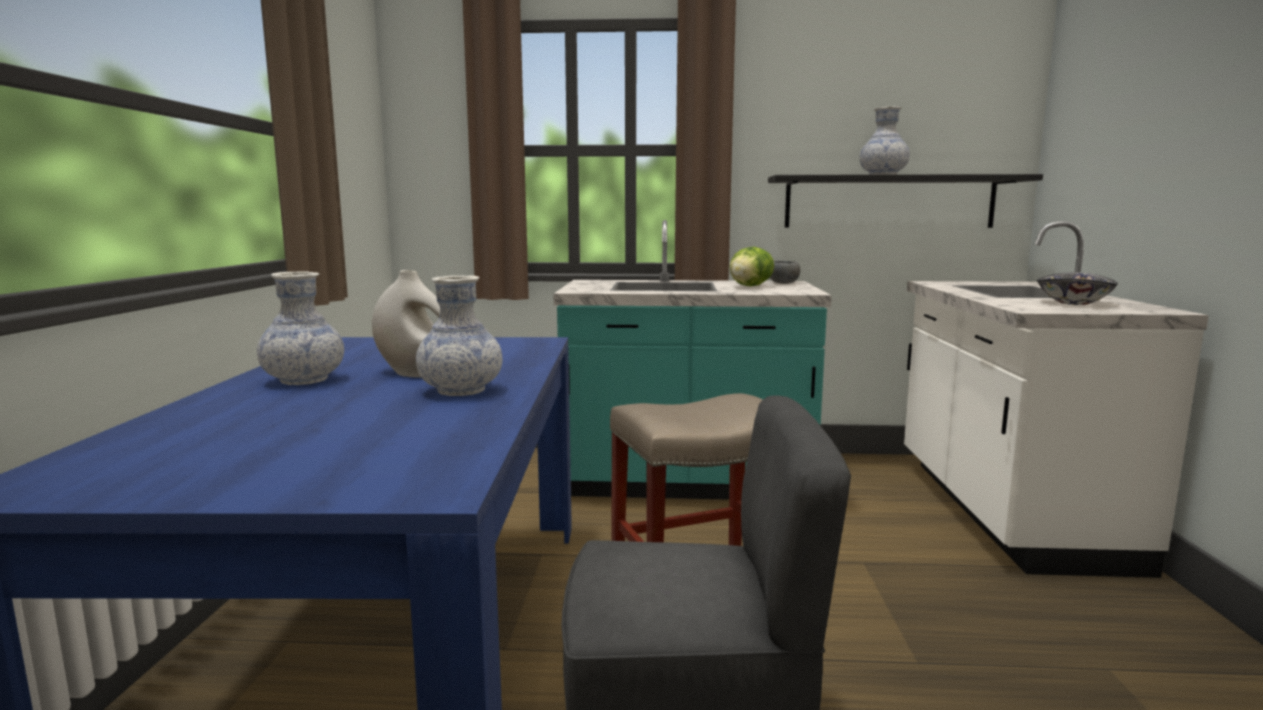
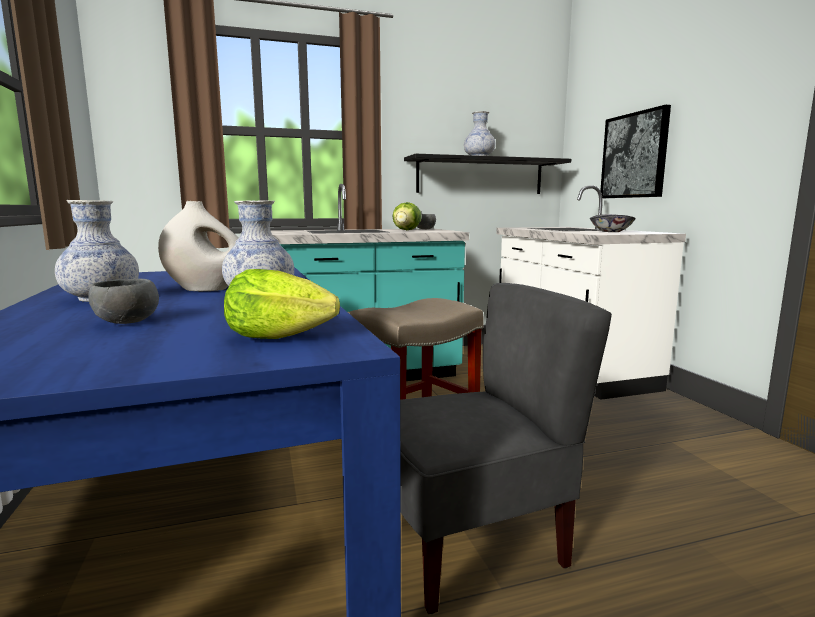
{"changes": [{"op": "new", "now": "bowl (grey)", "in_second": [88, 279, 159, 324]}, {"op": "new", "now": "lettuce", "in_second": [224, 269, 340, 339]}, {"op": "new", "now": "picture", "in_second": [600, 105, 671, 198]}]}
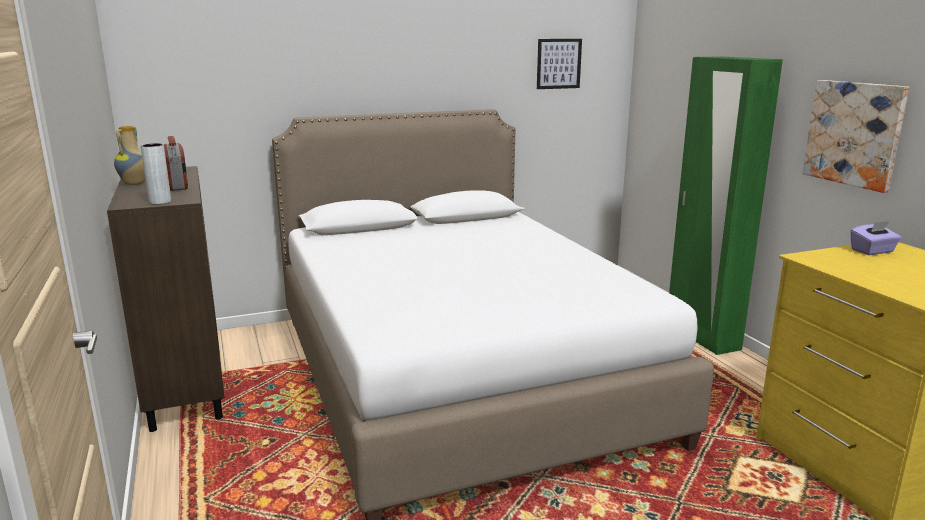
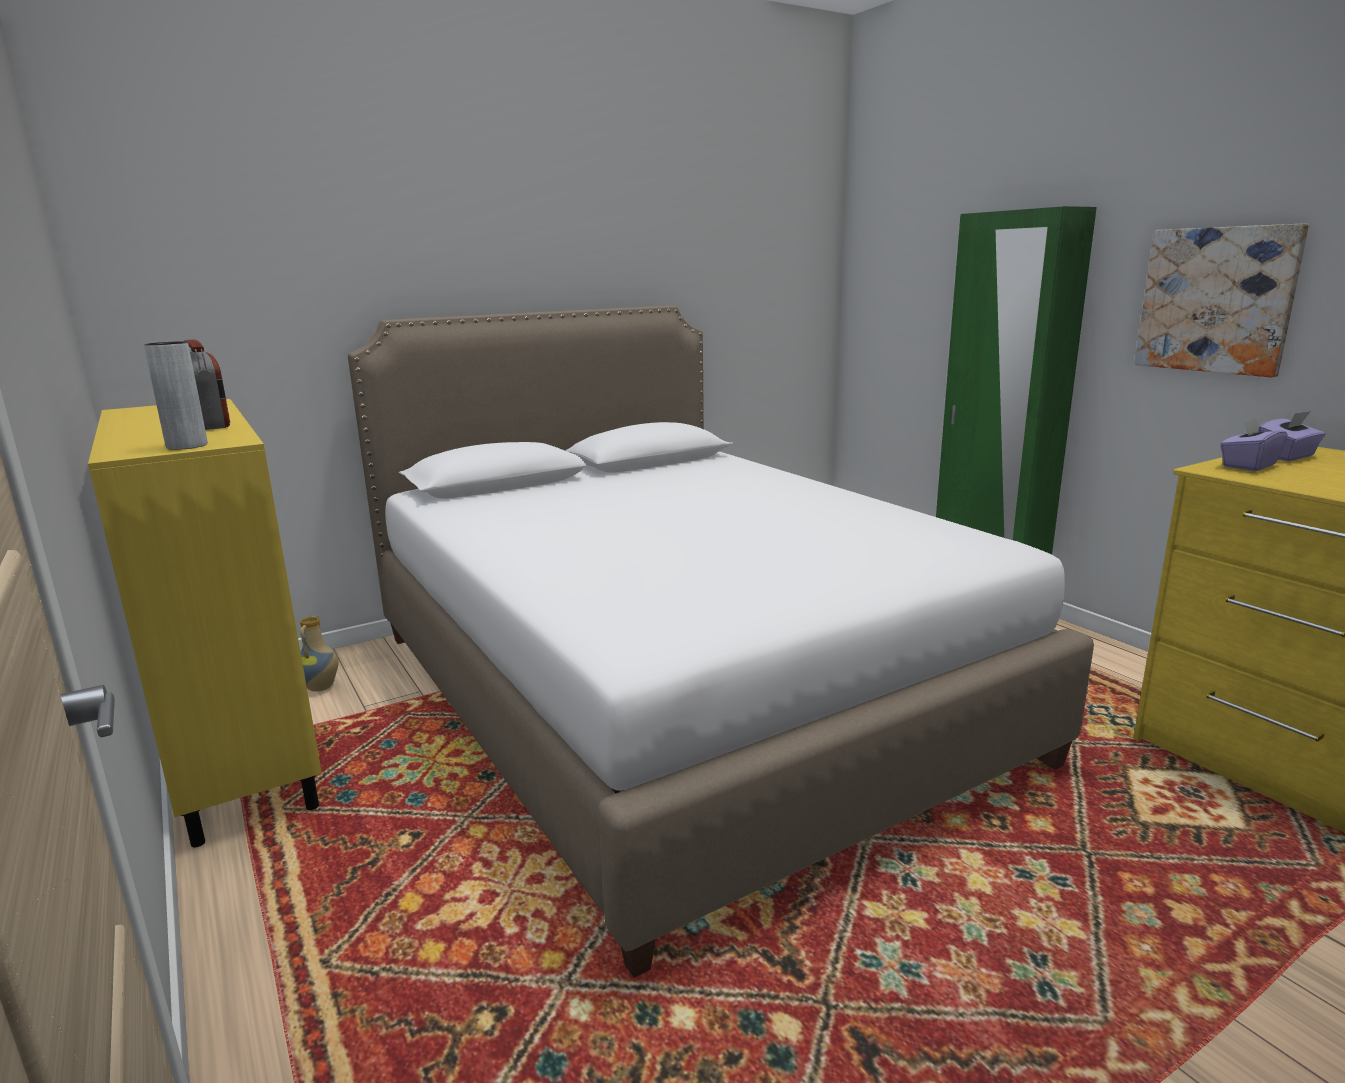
{"changes": [{"op": "gone", "was": "picture", "in_first": [537, 39, 582, 89]}, {"op": "new", "now": "tissue box (purple)", "in_second": [1220, 416, 1288, 471]}, {"op": "shifted", "was": "vase", "in_first": [114, 126, 145, 185], "in_second": [300, 615, 338, 692]}, {"op": "repainted", "was": "cabinet (brown)", "now": "cabinet (yellow)", "in_first": [107, 166, 225, 432], "in_second": [88, 399, 322, 848]}]}
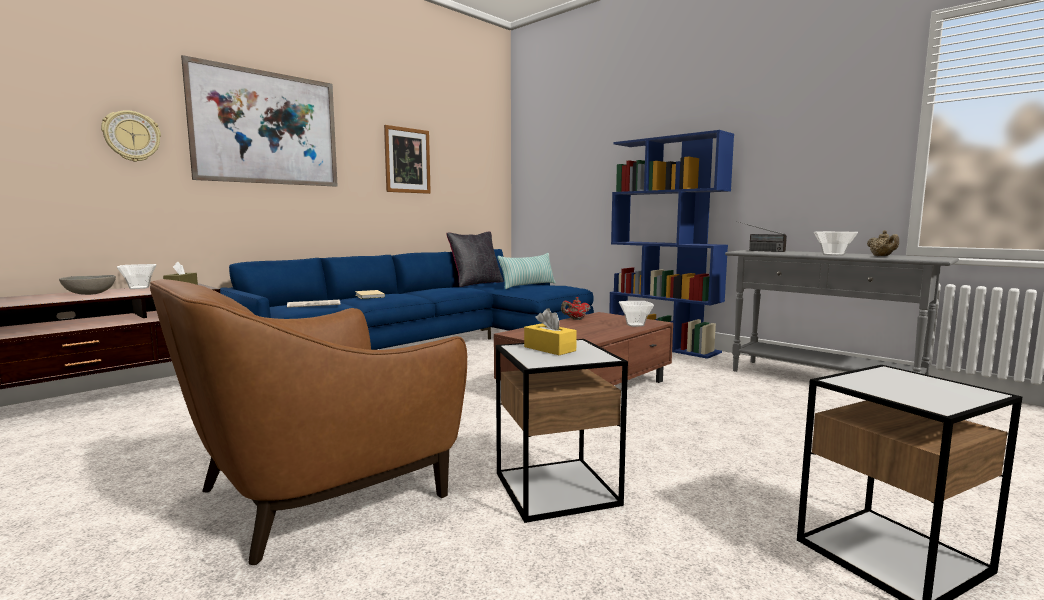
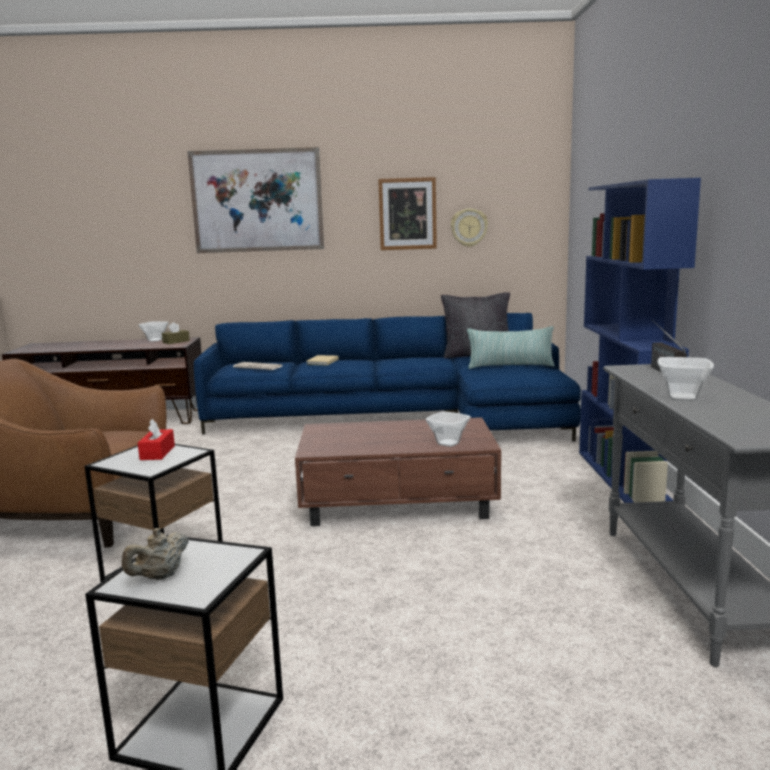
{"changes": [{"op": "gone", "was": "bowl (grey)", "in_first": [59, 275, 116, 295]}, {"op": "gone", "was": "teapot (red)", "in_first": [561, 297, 590, 320]}, {"op": "shifted", "was": "wall clock", "in_first": [101, 110, 161, 162], "in_second": [451, 208, 488, 247]}, {"op": "shifted", "was": "teapot (beige)", "in_first": [867, 230, 899, 256], "in_second": [122, 528, 189, 580]}, {"op": "repainted", "was": "tissue box (yellow)", "now": "tissue box (red)", "in_first": [524, 308, 577, 355], "in_second": [138, 419, 175, 460]}]}
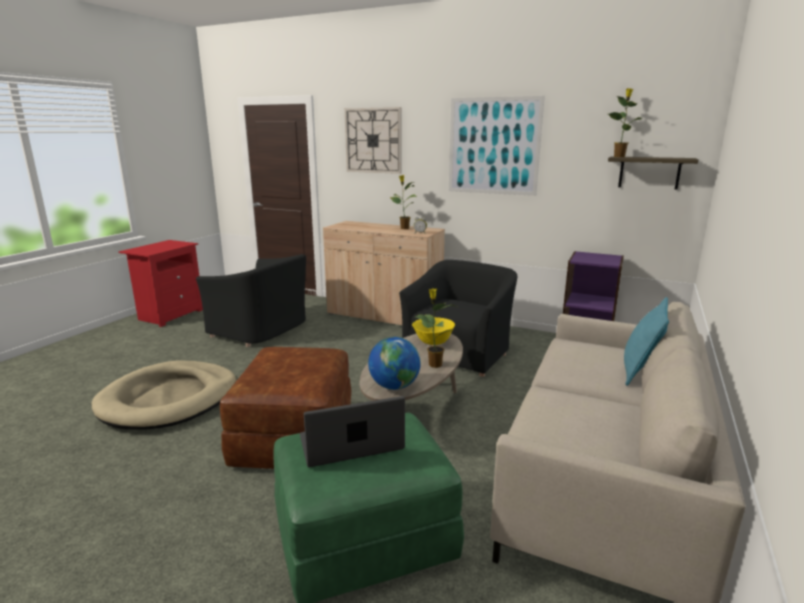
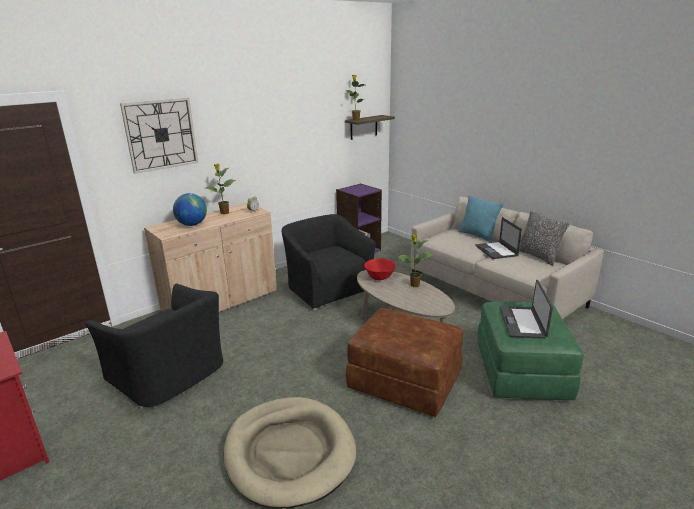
{"changes": [{"op": "gone", "was": "picture", "in_first": [449, 96, 545, 196]}, {"op": "new", "now": "laptop", "in_second": [476, 217, 522, 259]}, {"op": "new", "now": "pillow", "in_second": [519, 211, 569, 266]}, {"op": "shifted", "was": "globe", "in_first": [368, 337, 421, 390], "in_second": [173, 193, 207, 226]}, {"op": "repainted", "was": "bowl (yellow)", "now": "bowl (red)", "in_first": [412, 317, 455, 345], "in_second": [364, 258, 396, 280]}, {"op": "rotated", "was": "armchair (black)", "in_first": [196, 254, 306, 347], "in_second": [86, 284, 223, 409], "clockwise": 75}]}
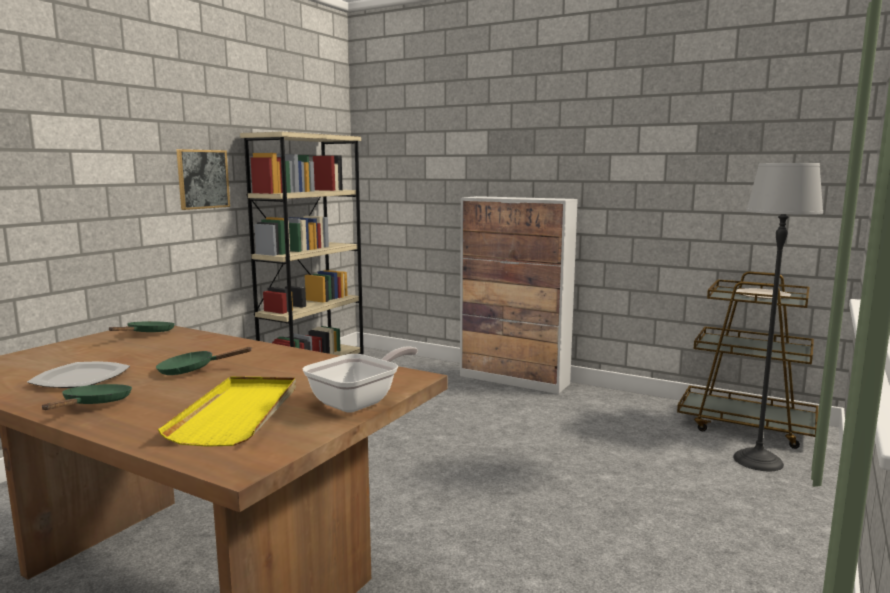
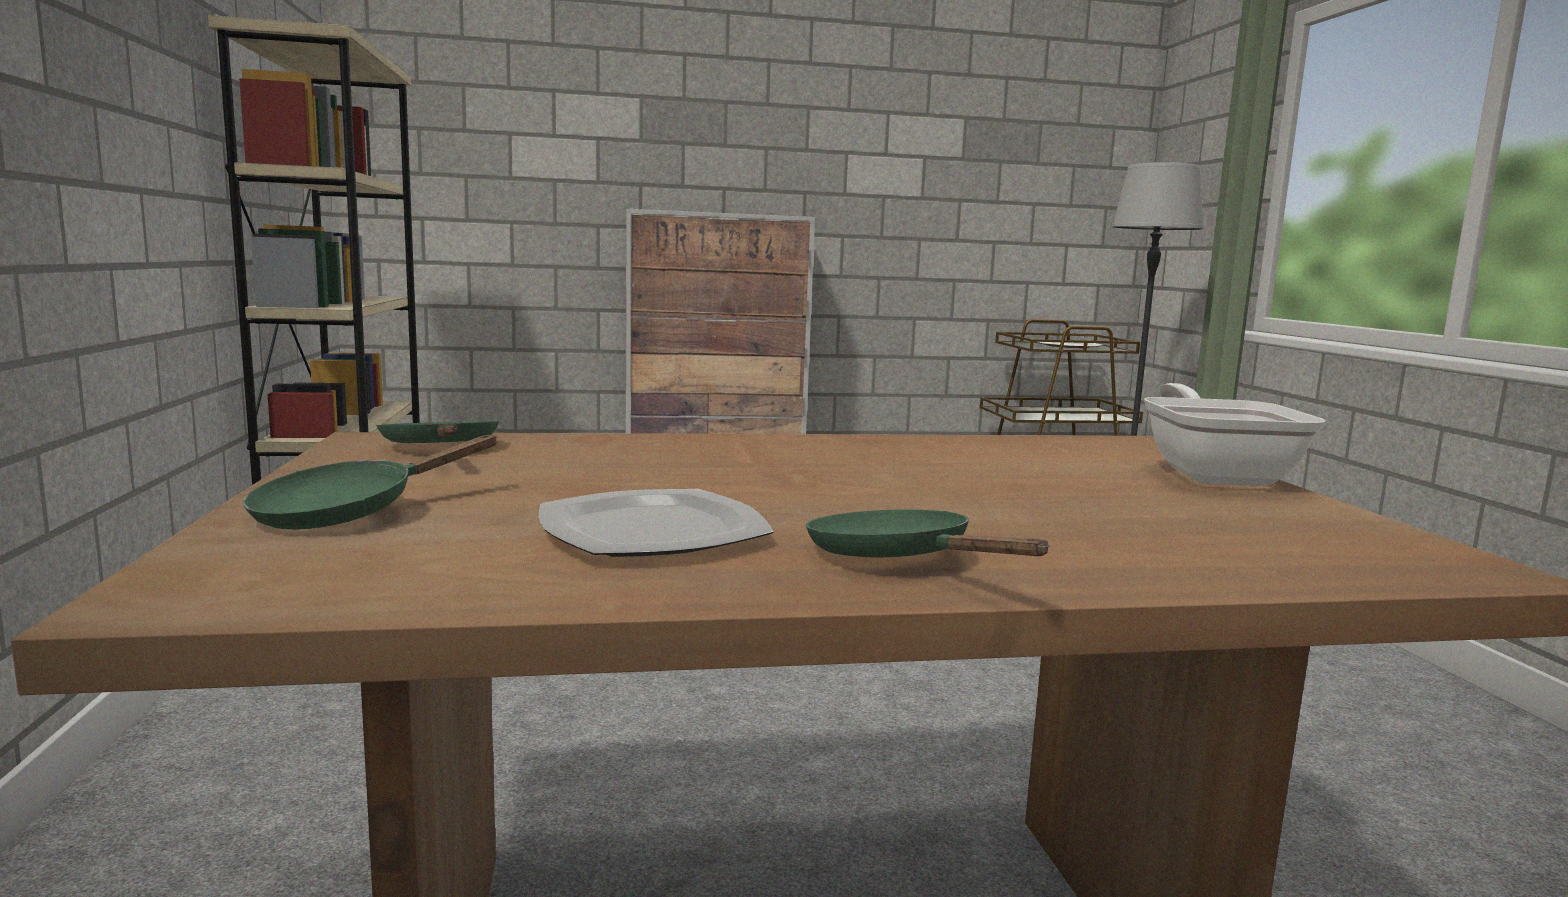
{"changes": [{"op": "gone", "was": "tray (yellow)", "in_first": [158, 376, 296, 447]}, {"op": "gone", "was": "picture", "in_first": [176, 149, 230, 210]}, {"op": "shifted", "was": "frying pan (green)", "in_first": [156, 347, 252, 375], "in_second": [243, 435, 498, 530]}]}
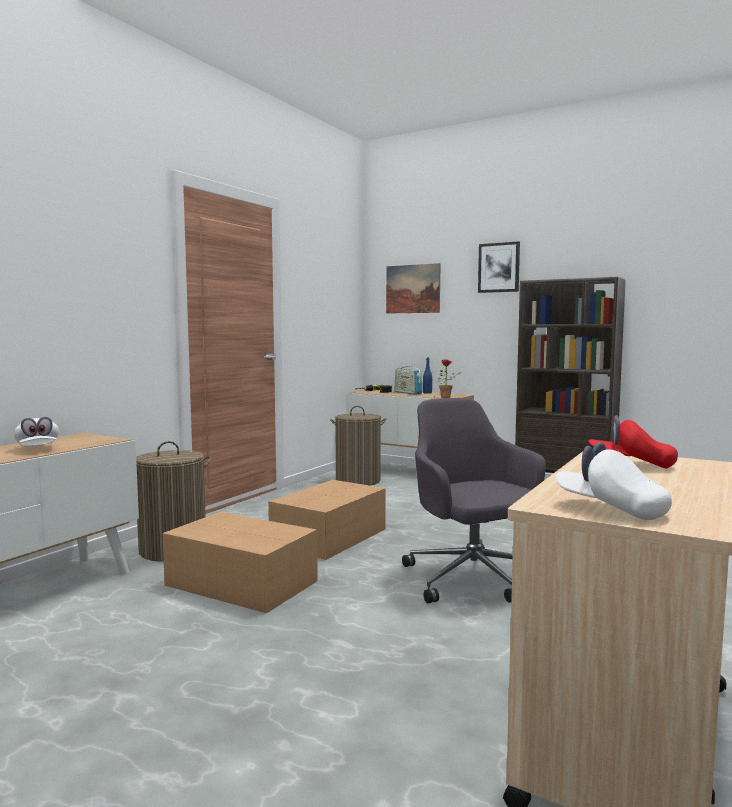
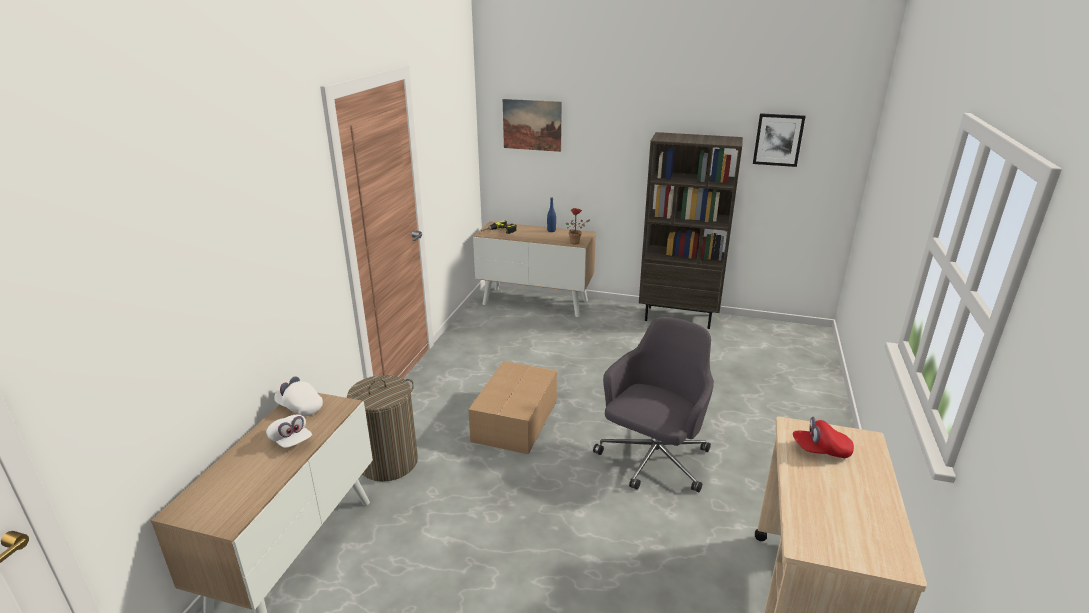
{"changes": [{"op": "gone", "was": "cardboard box", "in_first": [163, 512, 318, 613]}, {"op": "gone", "was": "laundry basket", "in_first": [330, 406, 386, 486]}, {"op": "gone", "was": "radio", "in_first": [394, 363, 422, 395]}, {"op": "shifted", "was": "picture", "in_first": [478, 241, 520, 293], "in_second": [753, 113, 806, 167]}, {"op": "shifted", "was": "cap (white)", "in_first": [556, 442, 672, 520], "in_second": [274, 376, 323, 416]}, {"op": "rotated", "was": "office chair (grey)", "in_first": [402, 398, 546, 604], "in_second": [593, 317, 714, 492], "clockwise": 75}]}
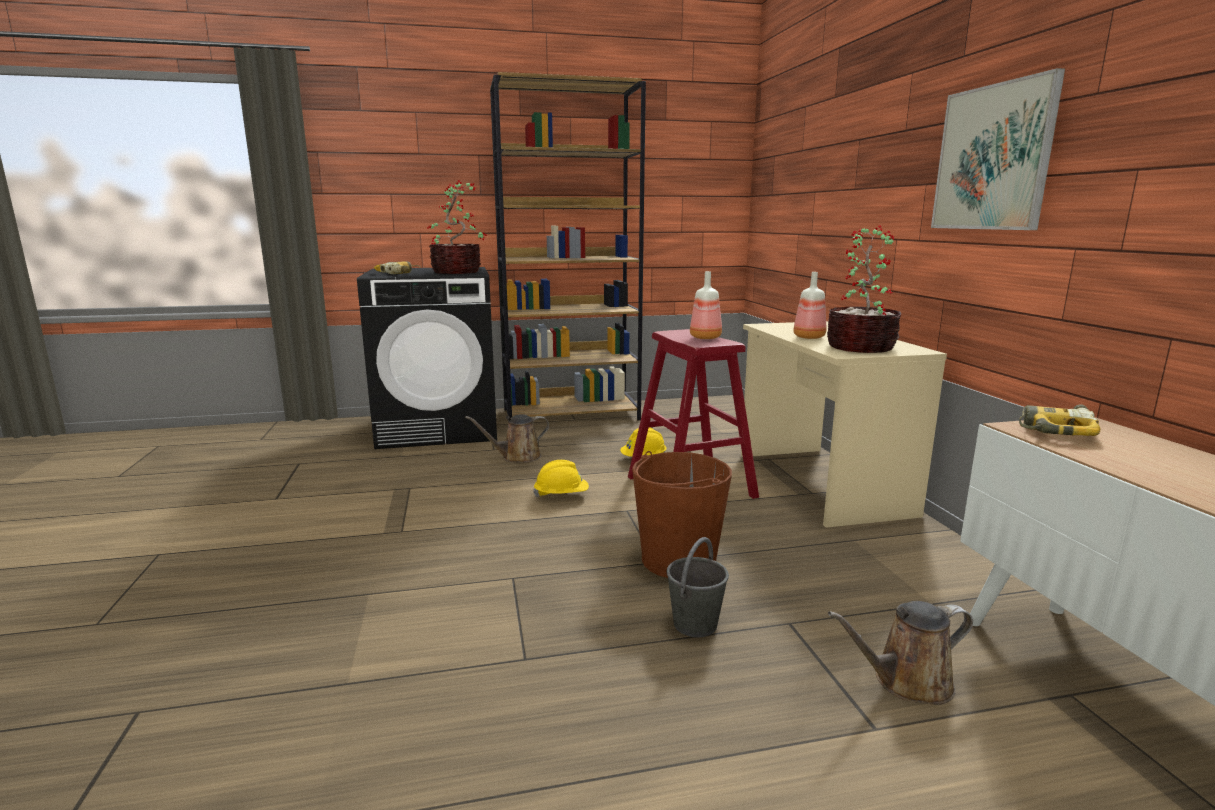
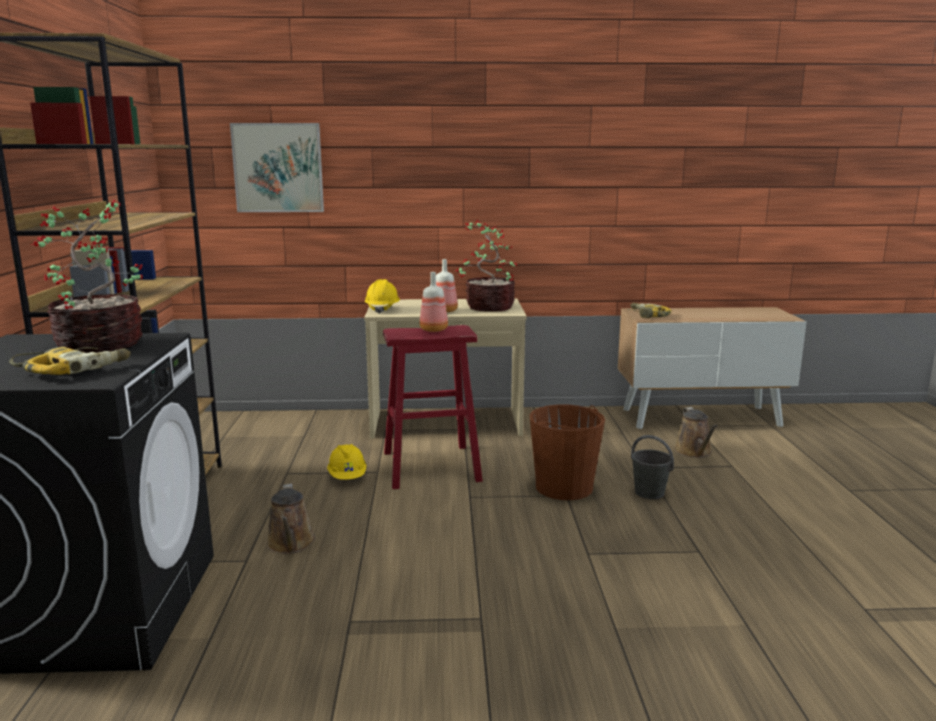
{"changes": [{"op": "shifted", "was": "hard hat (yellow)", "in_first": [533, 460, 589, 497], "in_second": [365, 279, 400, 314]}, {"op": "shifted", "was": "picture", "in_first": [931, 68, 1065, 230], "in_second": [230, 123, 324, 212]}]}
